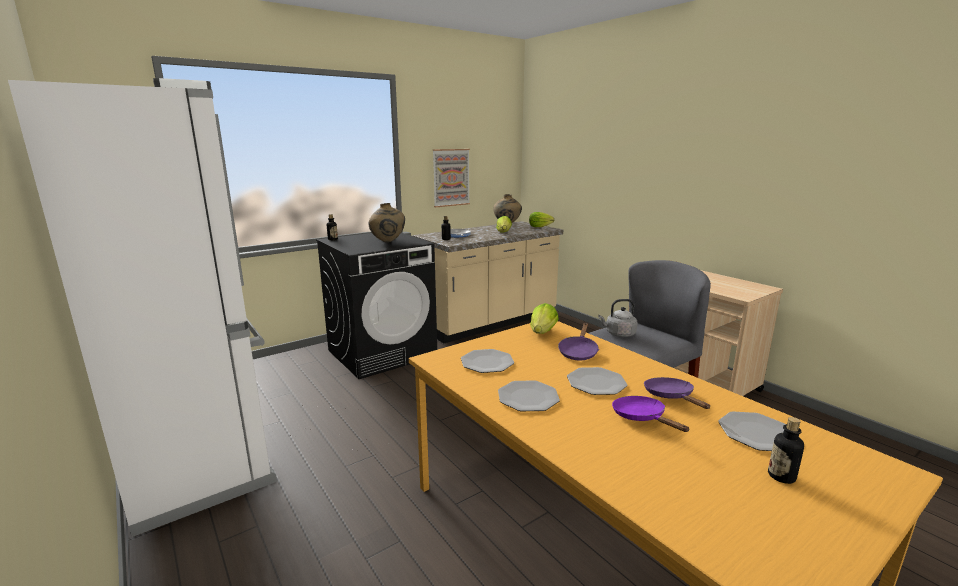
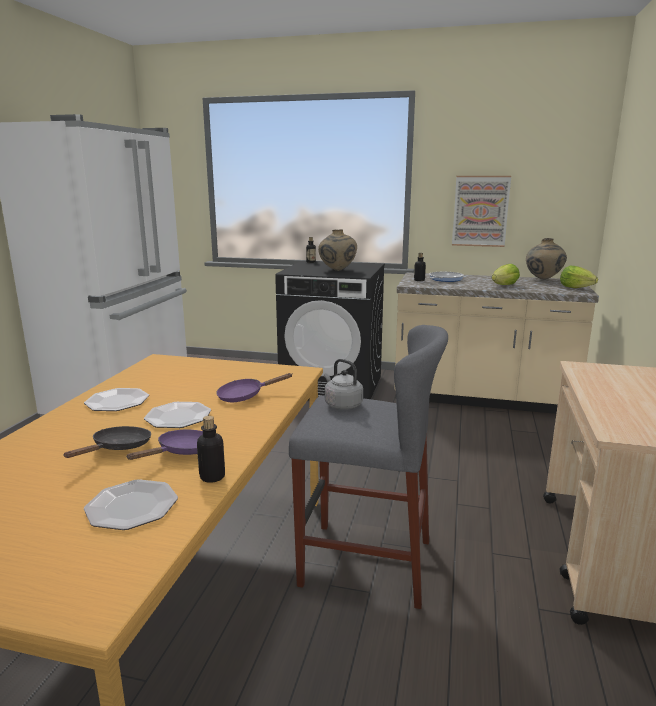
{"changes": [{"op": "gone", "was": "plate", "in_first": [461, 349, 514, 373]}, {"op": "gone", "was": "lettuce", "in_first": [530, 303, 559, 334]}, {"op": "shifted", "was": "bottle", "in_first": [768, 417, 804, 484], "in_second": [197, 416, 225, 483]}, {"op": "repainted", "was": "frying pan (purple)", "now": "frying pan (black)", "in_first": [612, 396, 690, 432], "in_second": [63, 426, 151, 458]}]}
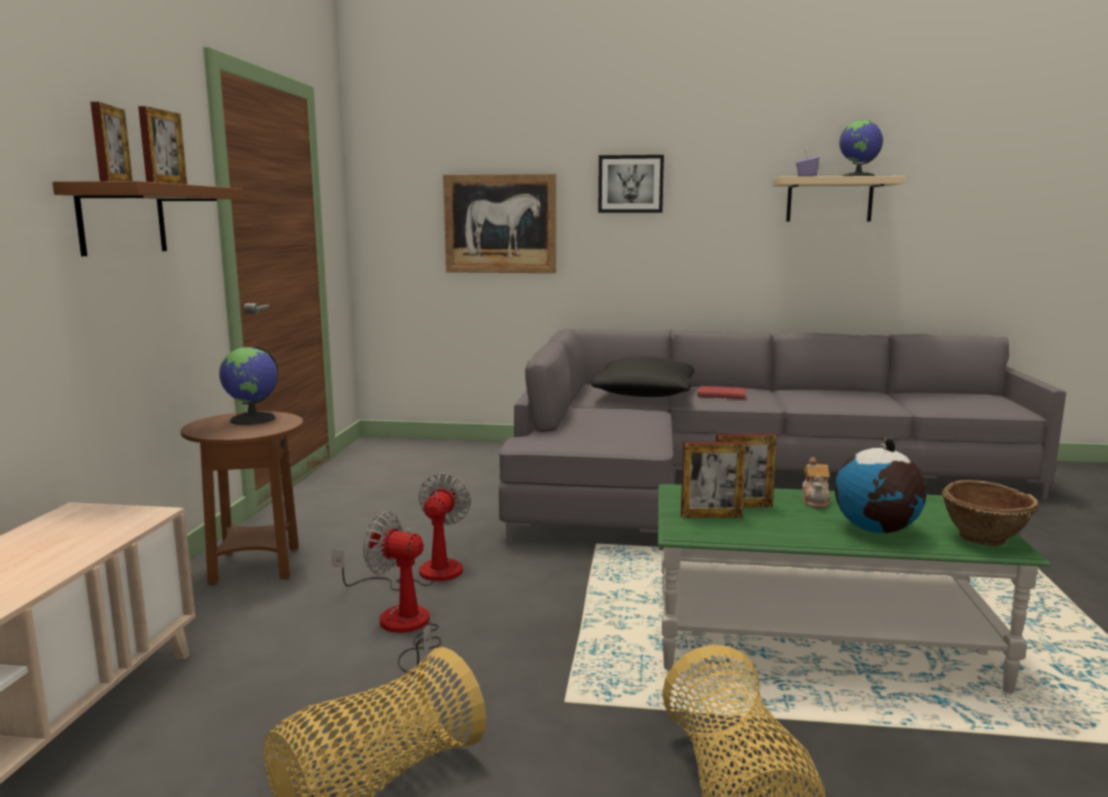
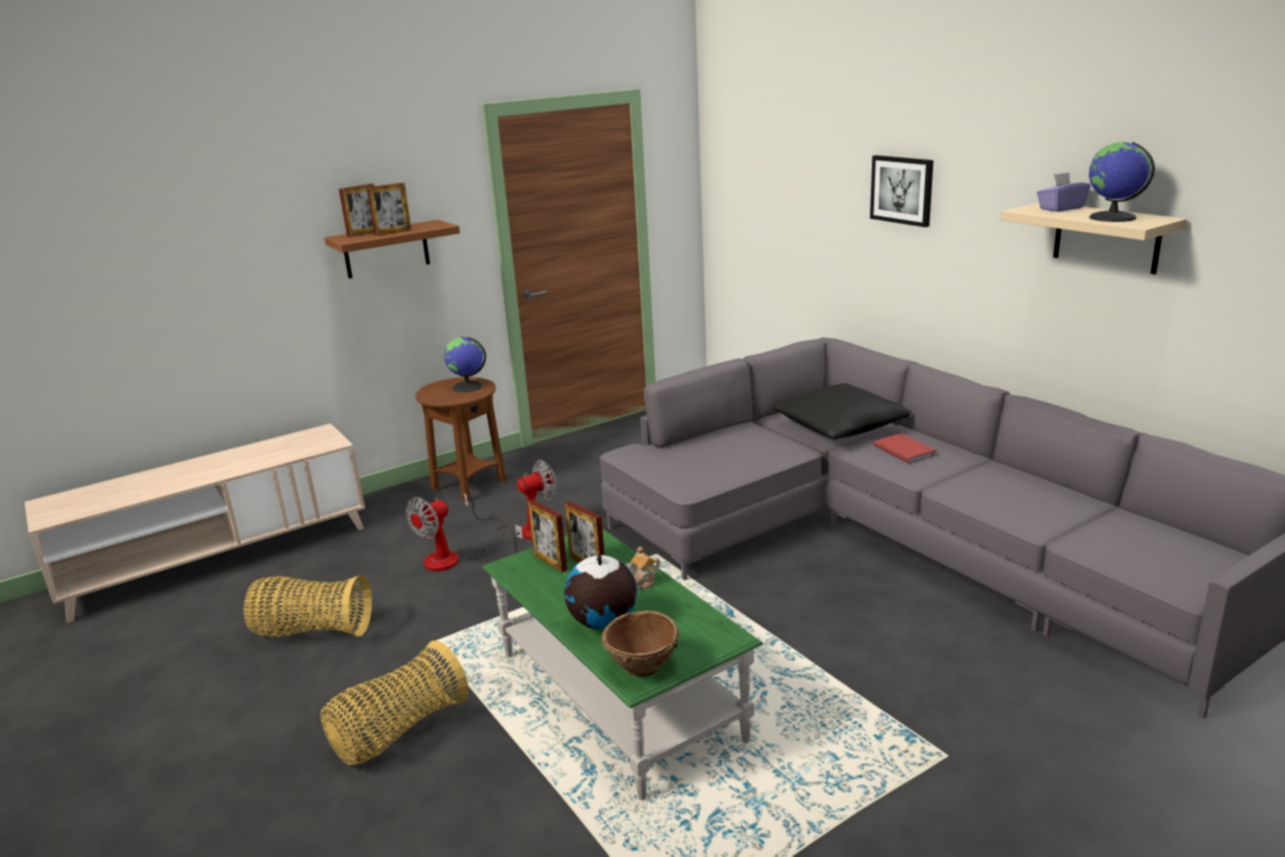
{"changes": [{"op": "gone", "was": "picture", "in_first": [443, 174, 556, 273]}, {"op": "rotated", "was": "fan", "in_first": [363, 512, 441, 675], "in_second": [406, 497, 523, 571], "clockwise": -120}]}
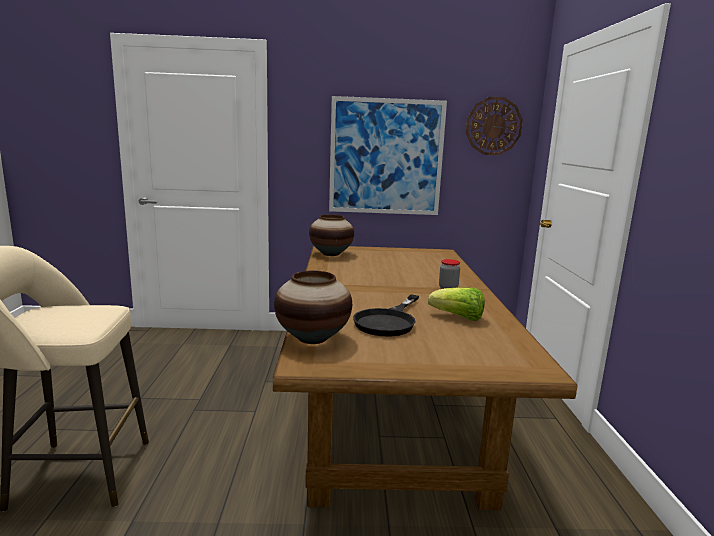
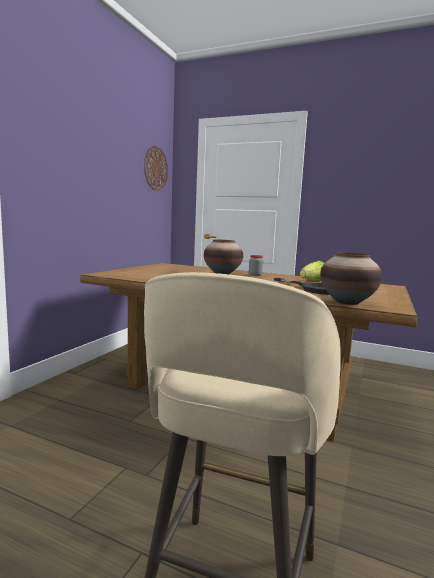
{"changes": [{"op": "gone", "was": "picture", "in_first": [329, 96, 447, 215]}, {"op": "shifted", "was": "vase", "in_first": [309, 214, 354, 256], "in_second": [204, 240, 243, 274]}]}
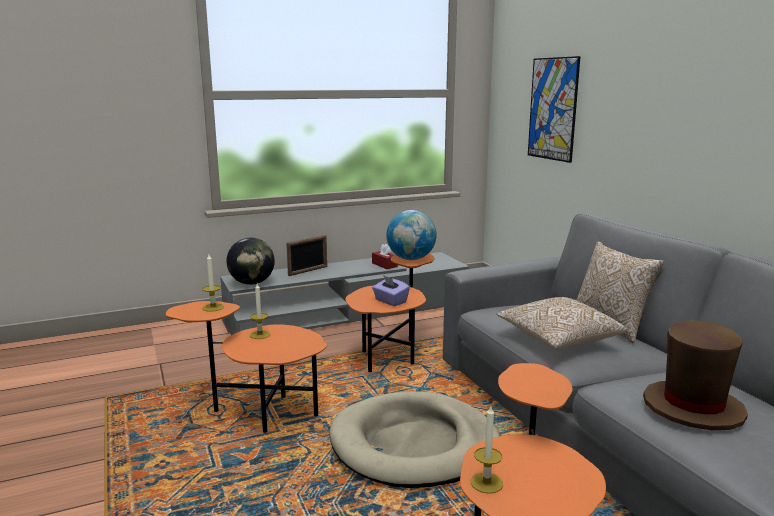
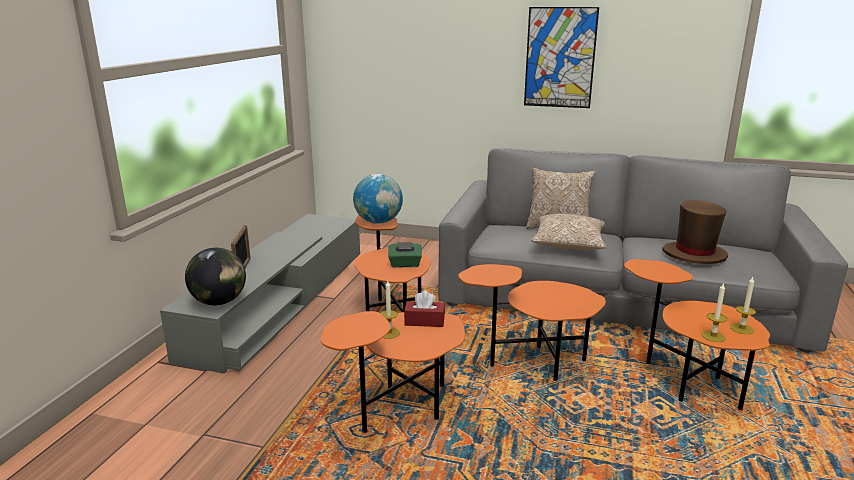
{"changes": [{"op": "shifted", "was": "candle", "in_first": [202, 254, 224, 312], "in_second": [730, 277, 756, 334]}, {"op": "shifted", "was": "tissue box (red)", "in_first": [372, 244, 398, 269], "in_second": [404, 291, 445, 327]}, {"op": "shifted", "was": "picture", "in_first": [528, 56, 581, 163], "in_second": [524, 7, 599, 108]}, {"op": "swapped", "was": "dog bed (beige)", "now": "side table (orange)", "in_first": [329, 391, 499, 488], "in_second": [458, 264, 606, 381]}, {"op": "repainted", "was": "tissue box (purple)", "now": "tissue box (green)", "in_first": [372, 275, 410, 306], "in_second": [388, 242, 422, 268]}]}
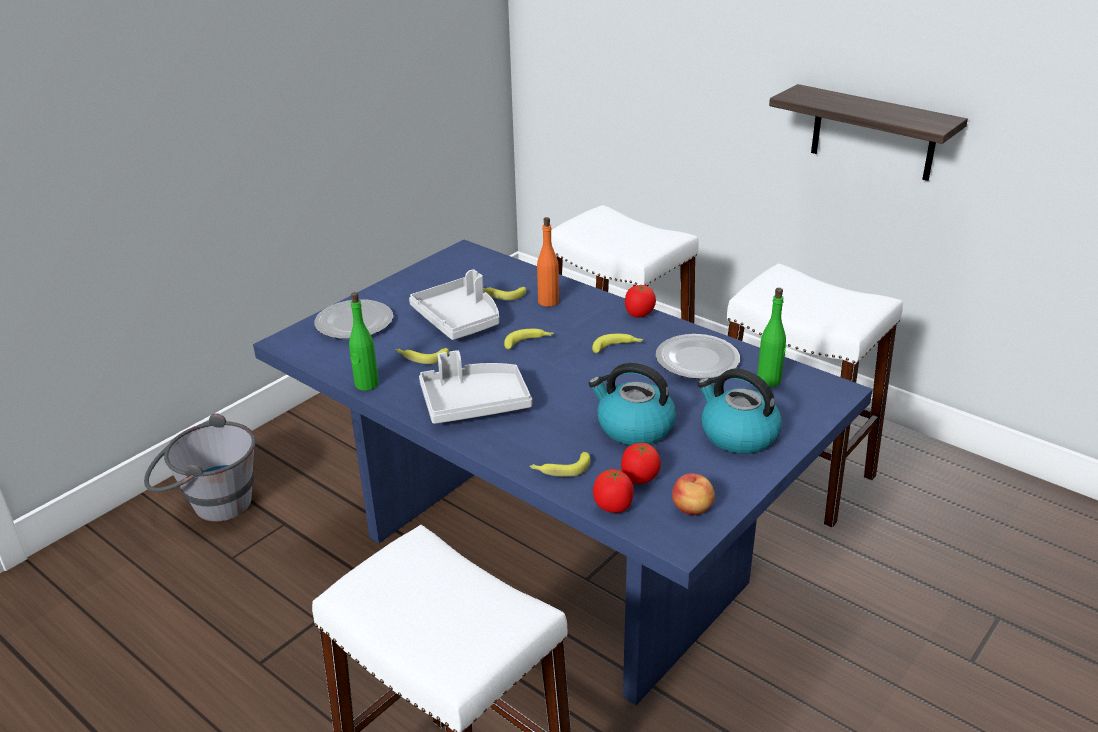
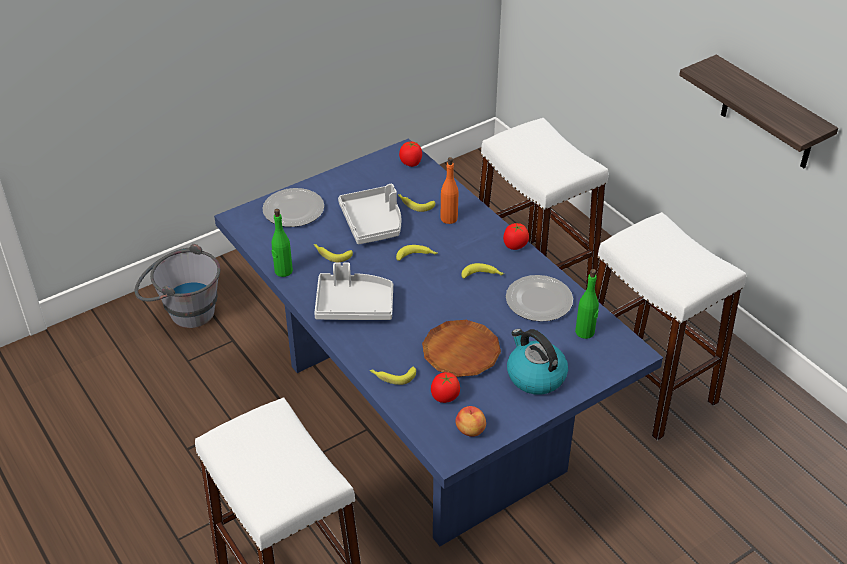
{"changes": [{"op": "shifted", "was": "tomato", "in_first": [593, 469, 634, 513], "in_second": [399, 141, 422, 167]}, {"op": "swapped", "was": "kettle", "now": "plate (brown)", "in_first": [589, 363, 676, 445], "in_second": [422, 320, 501, 377]}]}
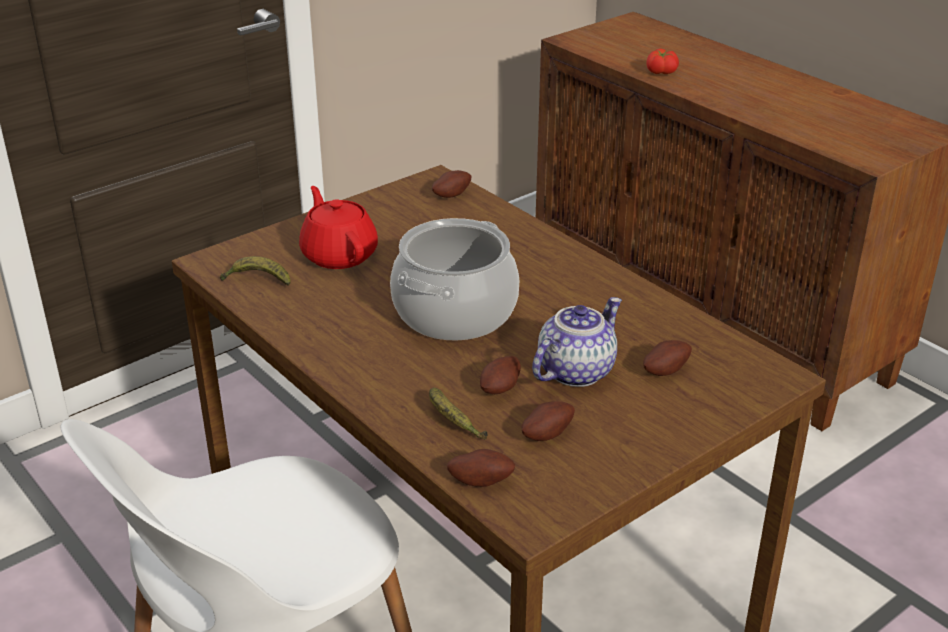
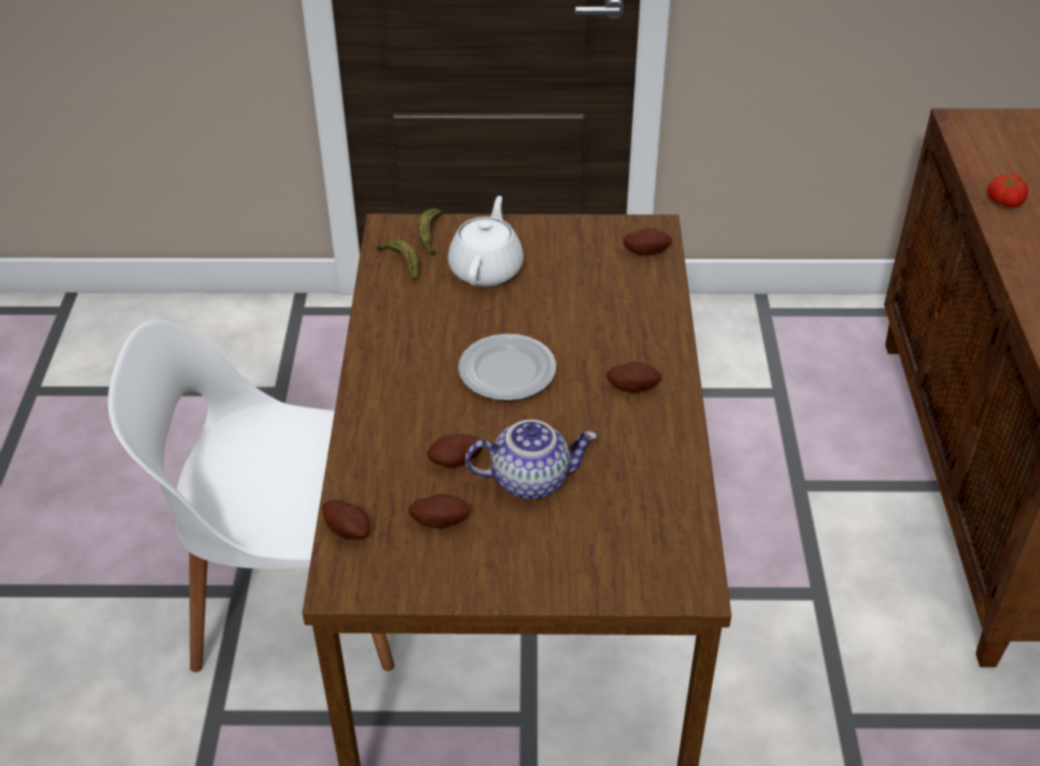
{"changes": [{"op": "shifted", "was": "banana", "in_first": [429, 387, 488, 440], "in_second": [418, 208, 442, 257]}, {"op": "shifted", "was": "potato", "in_first": [643, 340, 692, 376], "in_second": [606, 362, 662, 392]}, {"op": "swapped", "was": "cooking pot", "now": "plate", "in_first": [390, 218, 519, 341], "in_second": [458, 334, 556, 401]}, {"op": "repainted", "was": "teapot (red)", "now": "teapot (white)", "in_first": [299, 186, 378, 269], "in_second": [448, 196, 524, 287]}]}
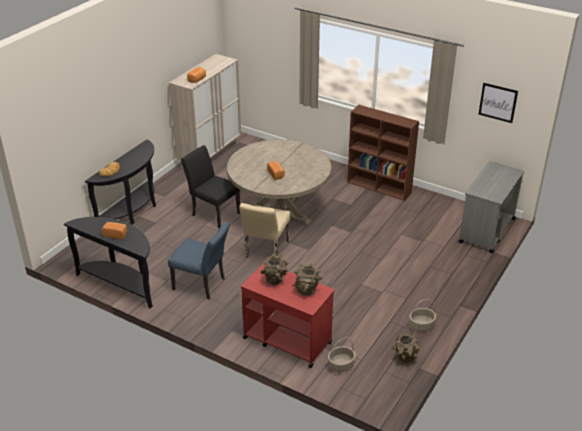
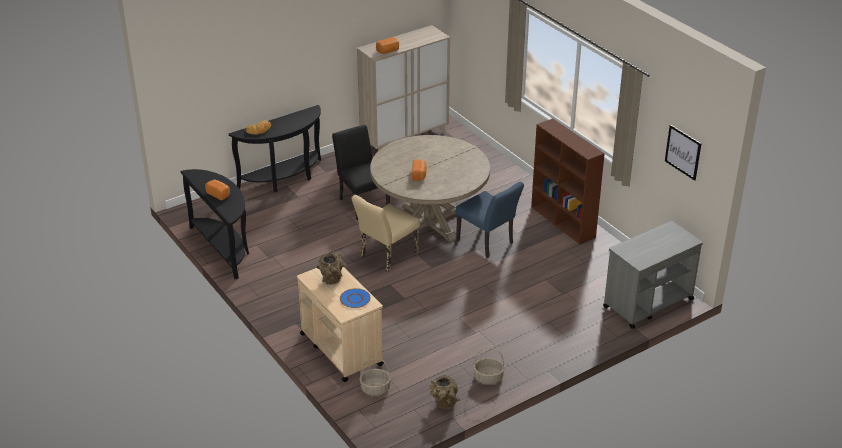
{"changes": [{"op": "shifted", "was": "chair (blue)", "in_first": [168, 222, 230, 299], "in_second": [456, 181, 524, 258]}, {"op": "swapped", "was": "vase (brown)", "now": "plate (blue)", "in_first": [292, 263, 323, 296], "in_second": [340, 288, 371, 308]}, {"op": "repainted", "was": "cart (red)", "now": "cart (beige)", "in_first": [241, 262, 335, 368], "in_second": [297, 267, 384, 382]}]}
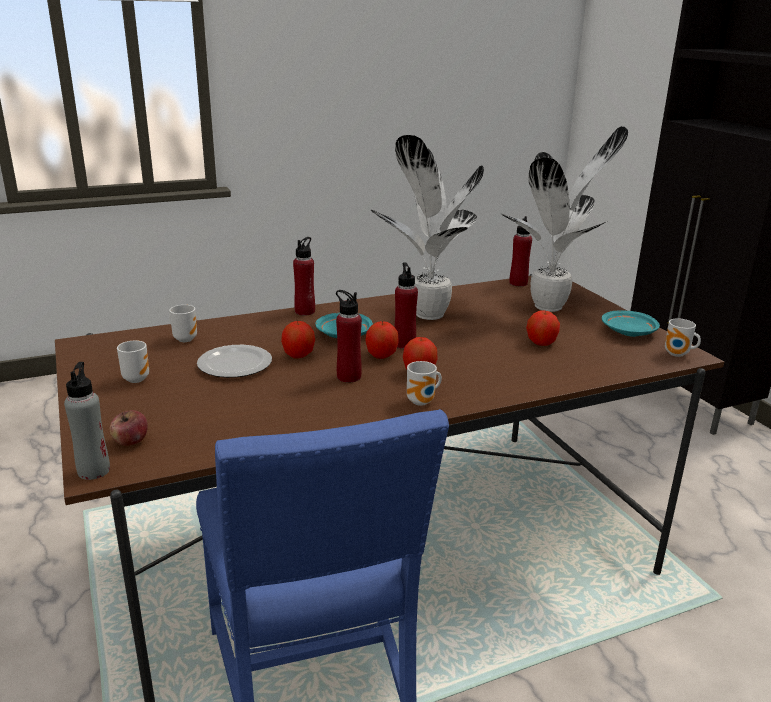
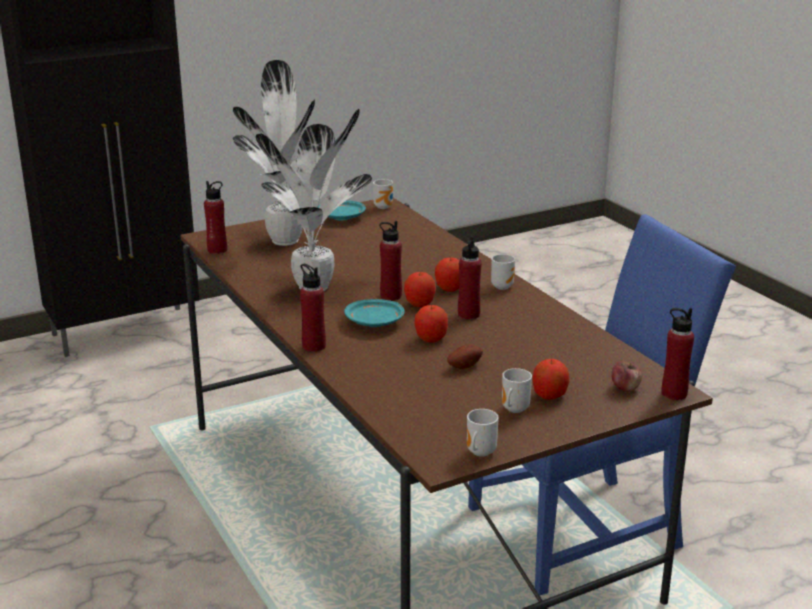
{"changes": [{"op": "shifted", "was": "mug", "in_first": [169, 305, 197, 342], "in_second": [467, 409, 499, 457]}, {"op": "shifted", "was": "apple", "in_first": [526, 310, 560, 346], "in_second": [532, 359, 569, 400]}, {"op": "swapped", "was": "plate", "now": "potato", "in_first": [197, 345, 272, 378], "in_second": [447, 345, 483, 369]}, {"op": "repainted", "was": "bottle (grey)", "now": "bottle (red)", "in_first": [64, 362, 110, 480], "in_second": [661, 308, 694, 400]}]}
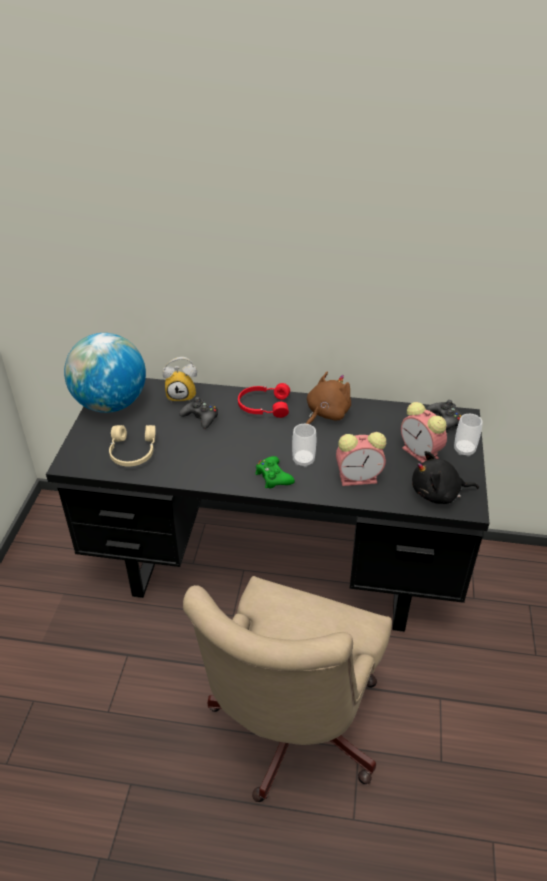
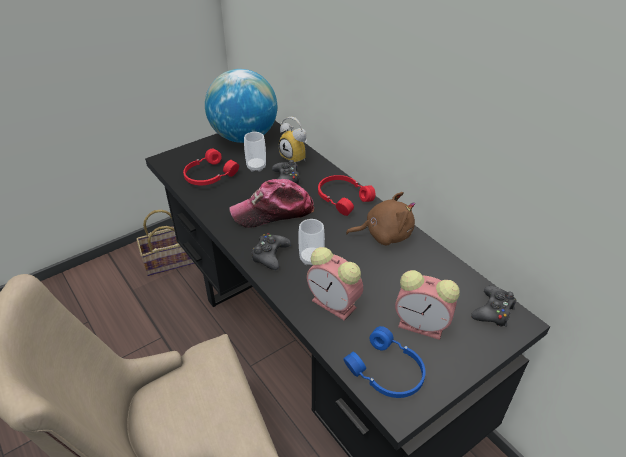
{"changes": [{"op": "new", "now": "basket", "in_second": [136, 210, 195, 276]}, {"op": "new", "now": "cap", "in_second": [229, 179, 314, 228]}, {"op": "shifted", "was": "cup", "in_first": [454, 414, 483, 457], "in_second": [244, 132, 266, 171]}, {"op": "swapped", "was": "plush toy (black)", "now": "headphones (blue)", "in_first": [412, 451, 479, 504], "in_second": [343, 326, 426, 398]}, {"op": "repainted", "was": "headphones (beige)", "now": "headphones (red)", "in_first": [109, 425, 156, 466], "in_second": [183, 149, 239, 185]}, {"op": "repainted", "was": "game controller (green)", "now": "game controller (black)", "in_first": [255, 456, 295, 489], "in_second": [252, 233, 291, 270]}, {"op": "rotated", "was": "alarm clock", "in_first": [401, 402, 447, 463], "in_second": [395, 270, 460, 340], "clockwise": -75}]}
